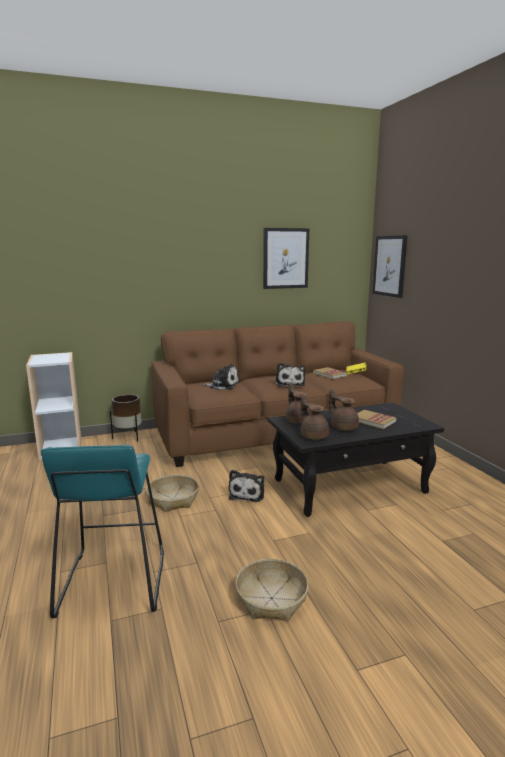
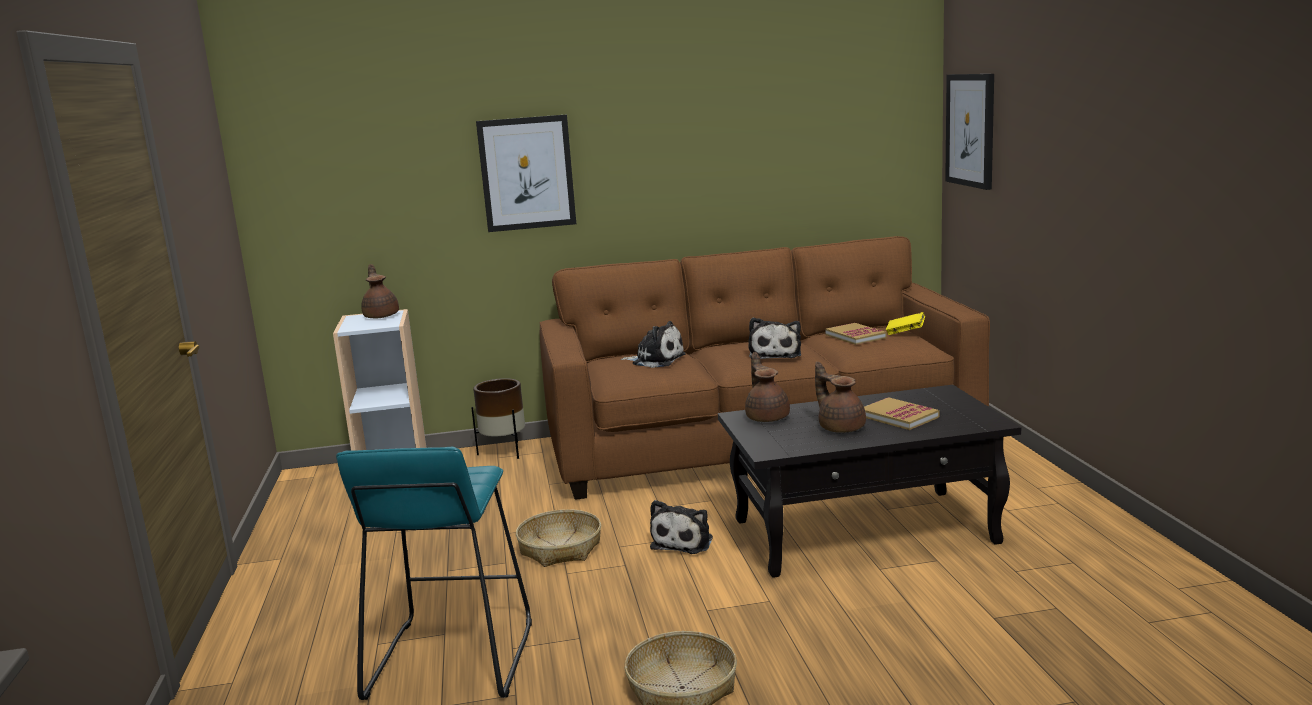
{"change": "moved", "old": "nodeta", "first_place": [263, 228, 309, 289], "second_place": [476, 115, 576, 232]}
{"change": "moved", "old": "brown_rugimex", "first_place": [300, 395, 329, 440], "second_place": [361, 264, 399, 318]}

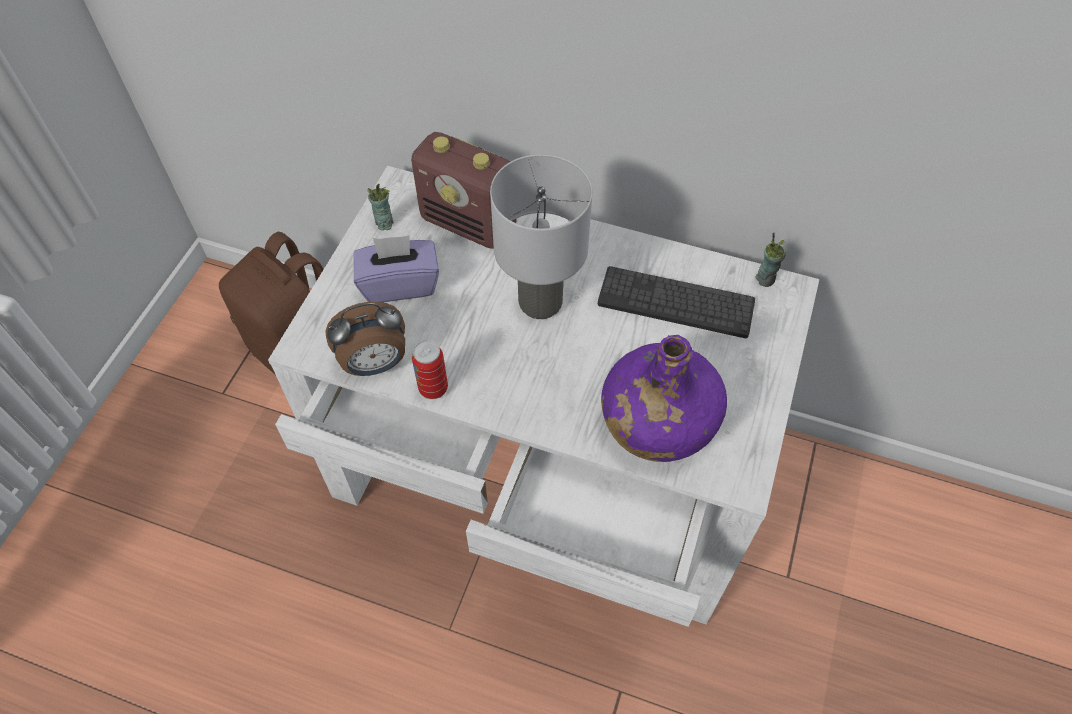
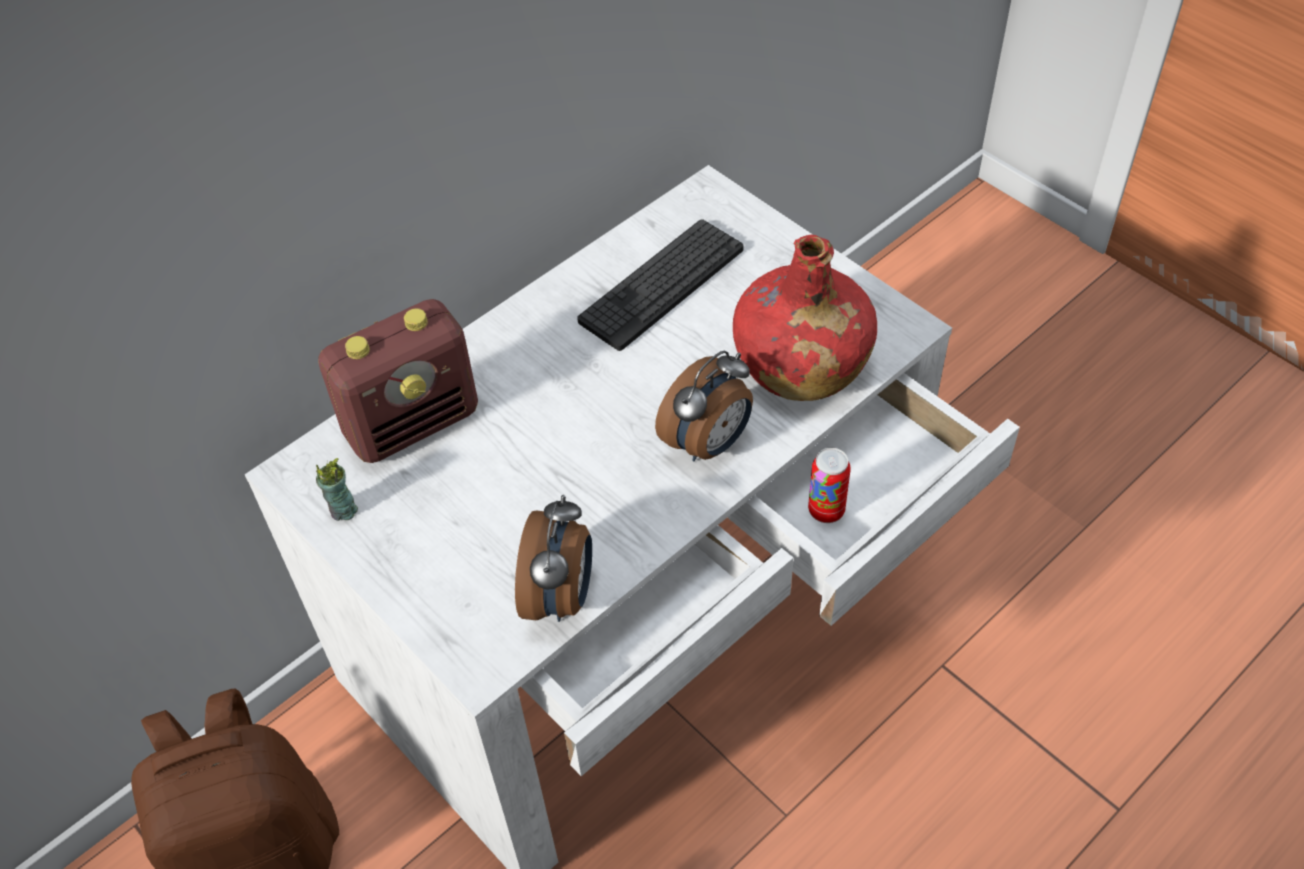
{"change": "removed", "old": "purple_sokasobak", "first_place": [354, 235, 439, 302]}
{"change": "moved", "old": "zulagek", "first_place": [412, 340, 448, 399], "second_place": [808, 448, 851, 523]}
{"change": "removed", "old": "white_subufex", "first_place": [490, 154, 592, 319]}
{"change": "recoloured", "old": "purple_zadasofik", "new": "red_zadasofik", "first_place": [601, 335, 727, 462], "second_place": [733, 235, 877, 401]}
{"change": "removed", "old": "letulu", "first_place": [755, 233, 786, 287]}
{"change": "added", "new": "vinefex", "second_place": [655, 350, 753, 462]}

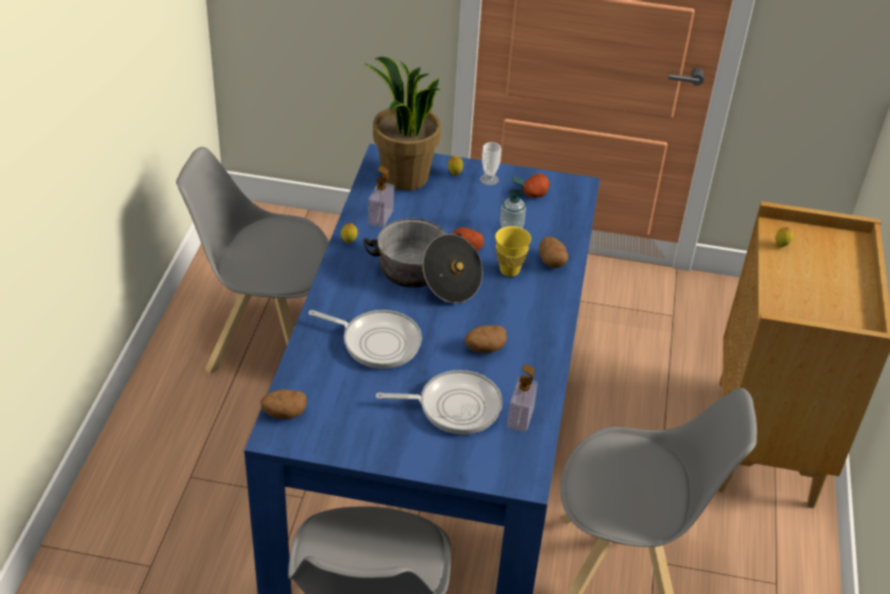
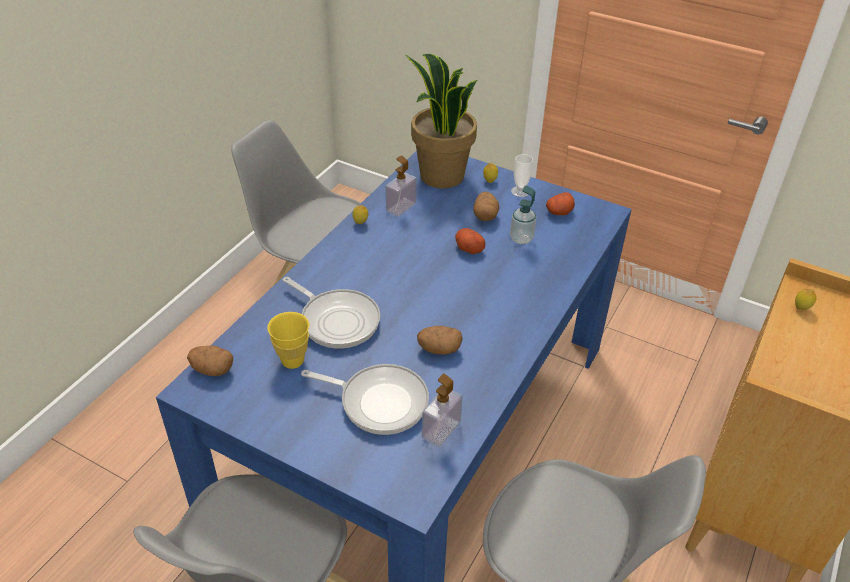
{"change": "removed", "old": "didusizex", "first_place": [363, 218, 483, 303]}
{"change": "moved", "old": "yellow_letulu", "first_place": [495, 226, 531, 277], "second_place": [267, 312, 309, 369]}
{"change": "moved", "old": "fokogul", "first_place": [539, 236, 568, 268], "second_place": [473, 192, 499, 221]}

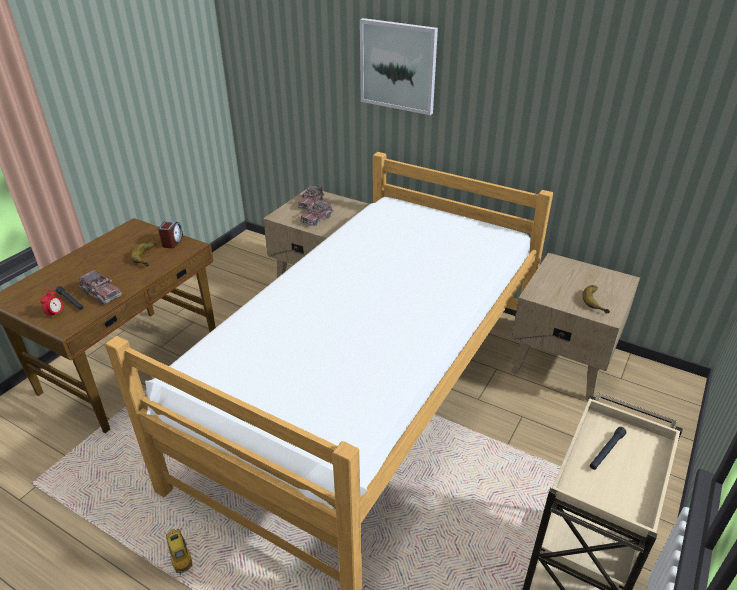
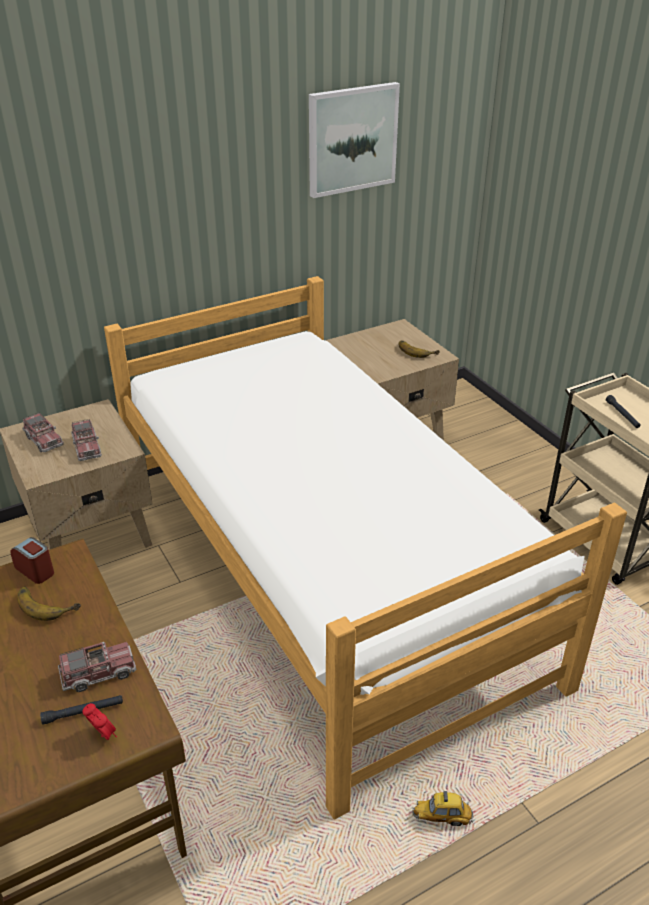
{"change": "moved", "old": "nodeta", "first_place": [360, 18, 438, 115], "second_place": [309, 82, 400, 198]}

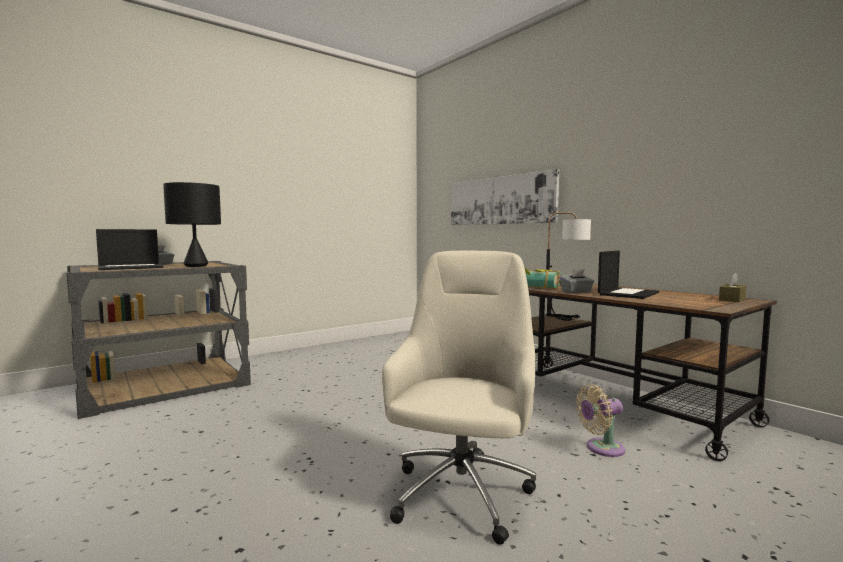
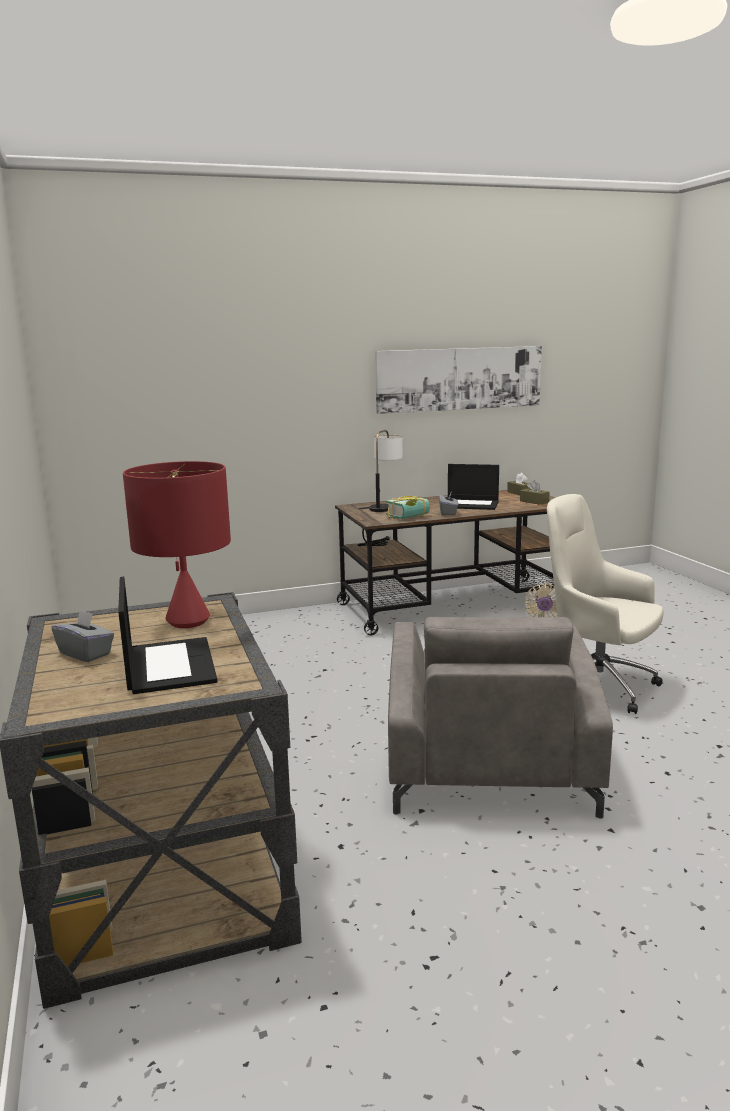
{"change": "recoloured", "old": "black_subufex", "new": "red_subufex", "first_place": [163, 182, 221, 267], "second_place": [123, 461, 231, 628]}
{"change": "moved", "old": "nodeta", "first_place": [451, 169, 559, 225], "second_place": [375, 346, 542, 414]}
{"change": "turned", "old": "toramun", "first_place": [598, 250, 659, 299], "second_place": [448, 464, 499, 510], "degrees": 135}
{"change": "added", "new": "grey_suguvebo", "second_place": [388, 617, 613, 819]}
{"change": "added", "new": "brown_sokasobak", "second_place": [520, 480, 550, 505]}

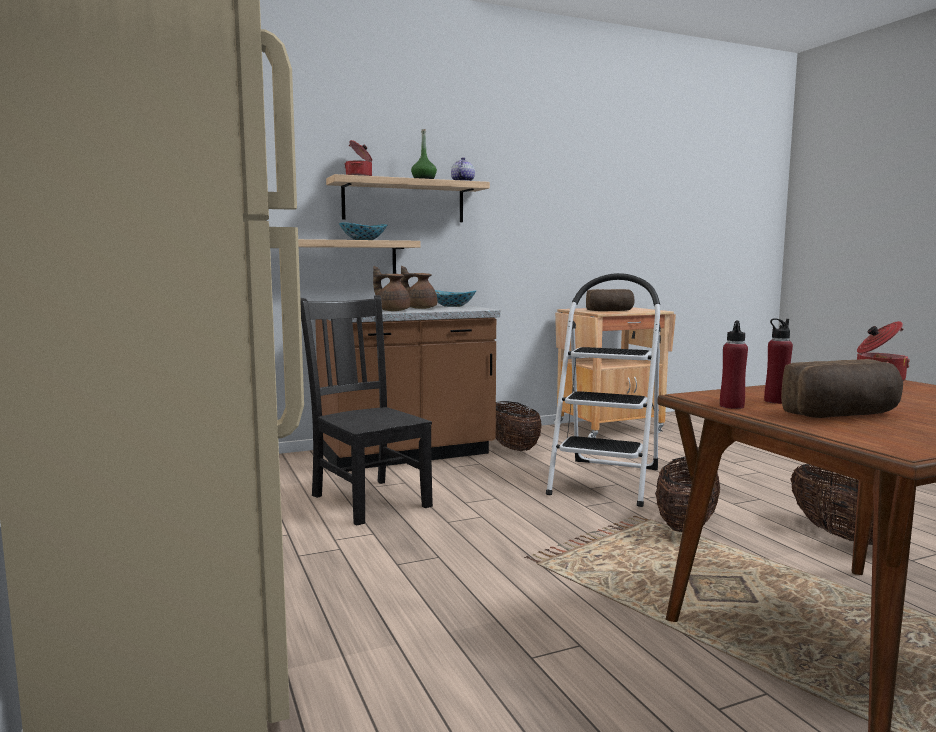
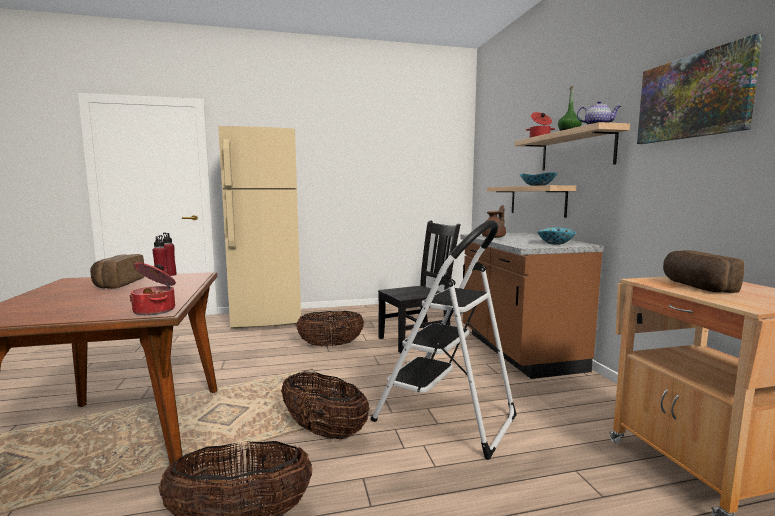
{"change": "removed", "old": "brown_rugimex", "first_place": [401, 266, 438, 309]}
{"change": "moved", "old": "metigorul", "first_place": [496, 401, 542, 451], "second_place": [296, 311, 364, 346]}
{"change": "added", "new": "nodeta", "second_place": [637, 34, 763, 144]}

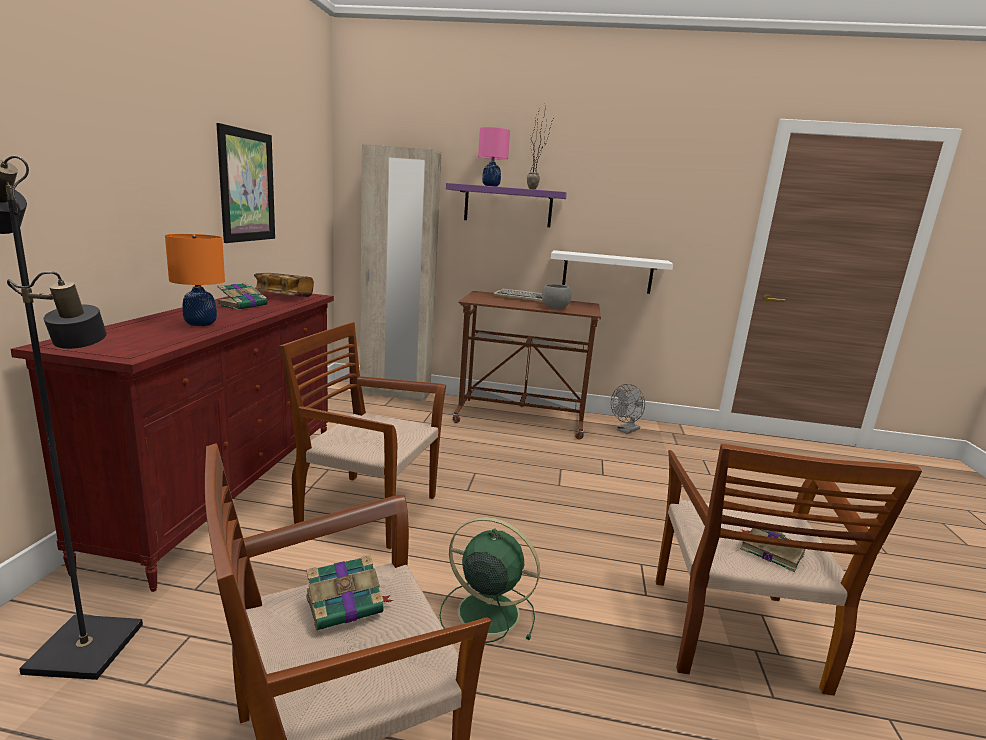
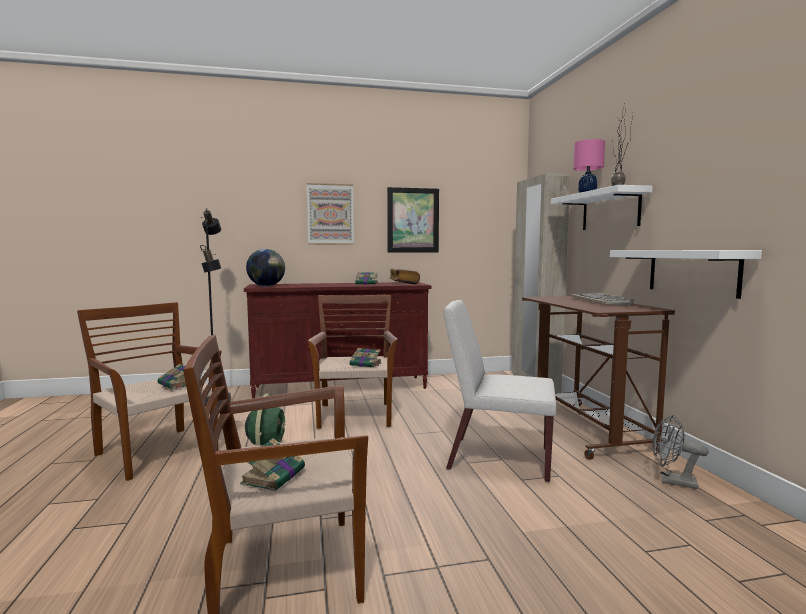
{"change": "removed", "old": "orange_subufex", "first_place": [165, 234, 225, 326]}
{"change": "recoloured", "old": "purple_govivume", "new": "white_govivume", "first_place": [446, 183, 567, 227], "second_place": [551, 185, 653, 230]}
{"change": "removed", "old": "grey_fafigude", "first_place": [542, 284, 572, 309]}
{"change": "added", "new": "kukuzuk", "second_place": [246, 249, 285, 286]}
{"change": "added", "new": "nodeta", "second_place": [307, 183, 354, 245]}
{"change": "added", "new": "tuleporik", "second_place": [350, 348, 382, 368]}
{"change": "added", "new": "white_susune", "second_place": [444, 300, 556, 482]}

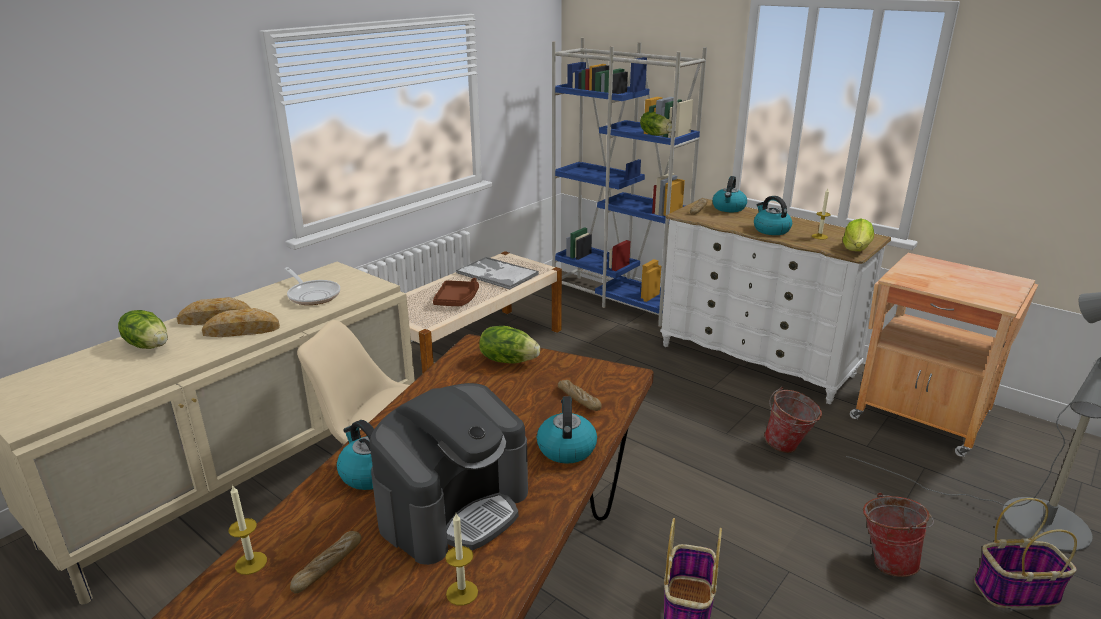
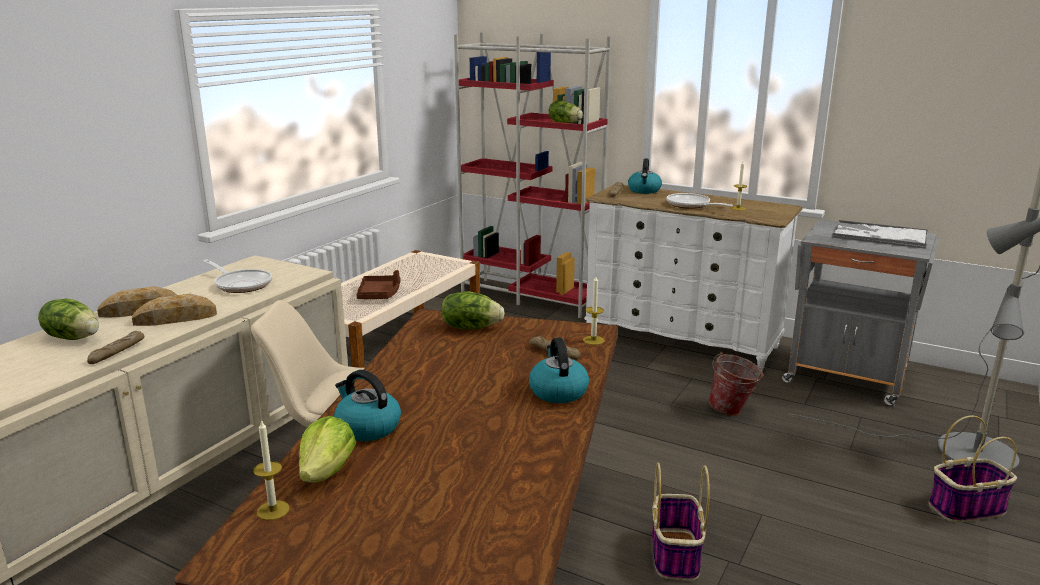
{"change": "moved", "old": "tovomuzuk", "first_place": [290, 531, 361, 594], "second_place": [87, 331, 144, 364]}
{"change": "removed", "old": "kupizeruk", "first_place": [370, 383, 528, 565]}
{"change": "moved", "old": "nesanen", "first_place": [445, 513, 478, 606], "second_place": [583, 276, 604, 345]}
{"change": "moved", "old": "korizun", "first_place": [456, 257, 539, 290], "second_place": [832, 220, 927, 249]}
{"change": "recoloured", "old": "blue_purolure", "new": "red_purolure", "first_place": [552, 38, 707, 327], "second_place": [454, 33, 611, 318]}
{"change": "replaced", "old": "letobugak", "new": "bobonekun", "first_place": [754, 196, 792, 235], "second_place": [666, 193, 733, 209]}
{"change": "moved", "old": "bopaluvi", "first_place": [843, 218, 874, 251], "second_place": [299, 416, 356, 483]}
{"change": "recoloured", "old": "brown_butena", "new": "grey_butena", "first_place": [850, 253, 1038, 457], "second_place": [782, 219, 939, 405]}
{"change": "removed", "old": "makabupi", "first_place": [863, 493, 934, 577]}

